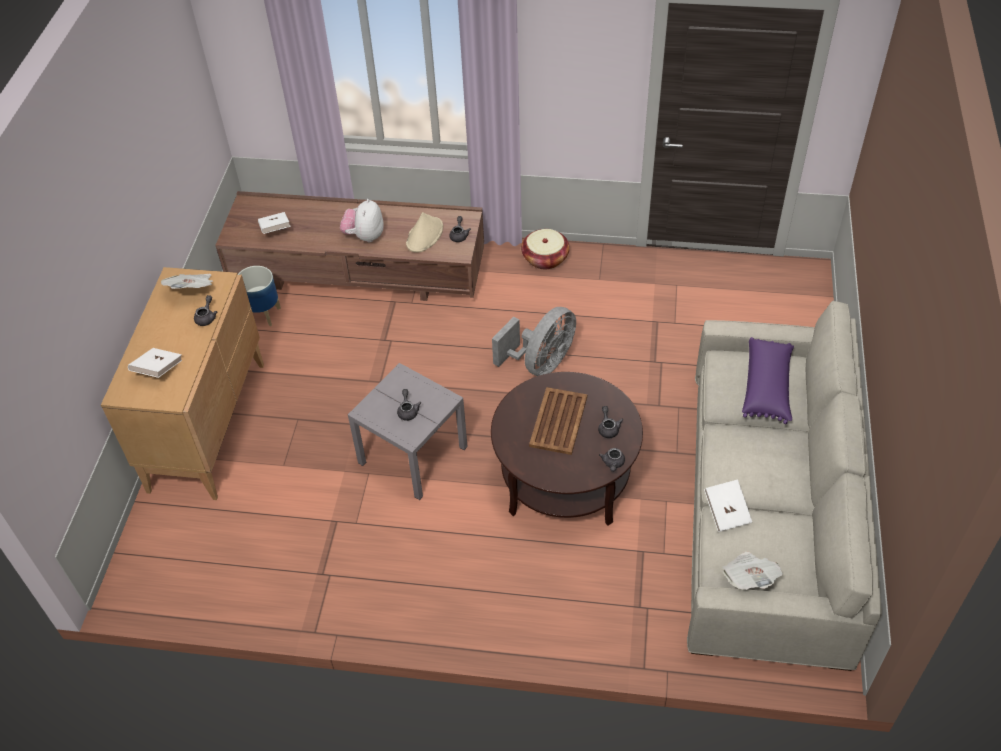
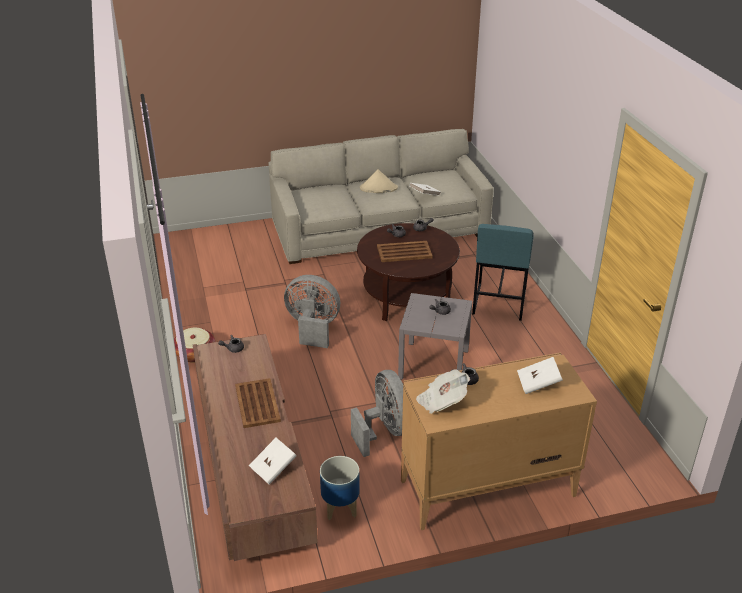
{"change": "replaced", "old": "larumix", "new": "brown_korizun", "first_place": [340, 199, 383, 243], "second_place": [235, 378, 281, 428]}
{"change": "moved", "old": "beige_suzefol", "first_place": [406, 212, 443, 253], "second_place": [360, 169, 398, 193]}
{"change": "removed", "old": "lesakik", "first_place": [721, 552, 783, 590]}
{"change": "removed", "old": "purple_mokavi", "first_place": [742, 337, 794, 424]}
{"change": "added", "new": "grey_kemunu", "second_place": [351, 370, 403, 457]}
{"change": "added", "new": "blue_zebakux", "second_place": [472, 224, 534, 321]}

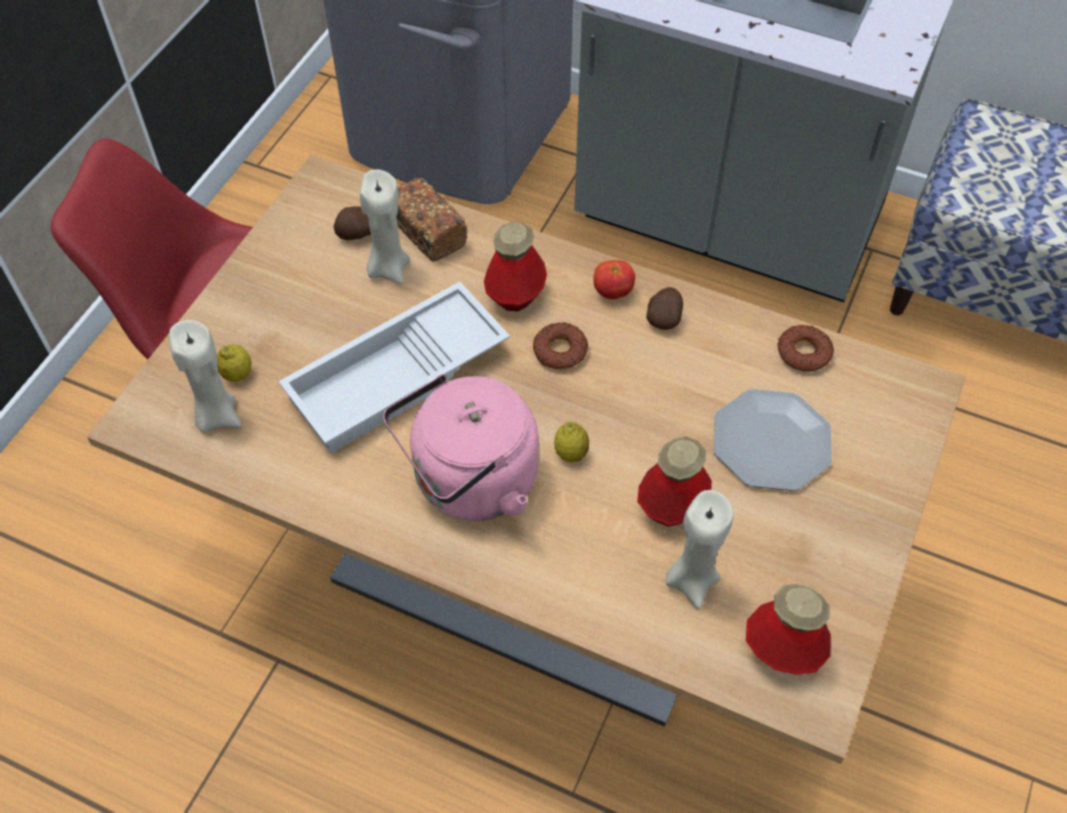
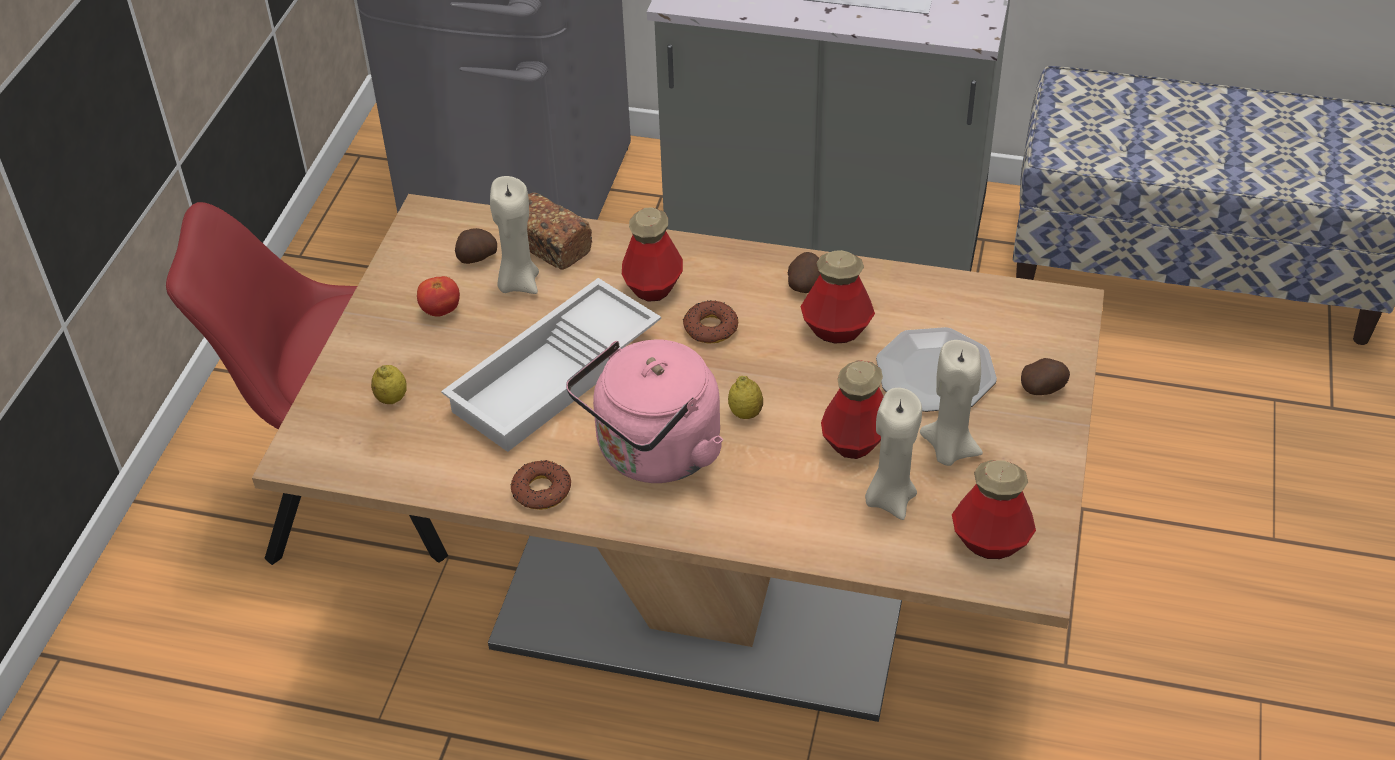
{"change": "moved", "old": "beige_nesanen", "first_place": [169, 320, 241, 433], "second_place": [920, 340, 983, 466]}
{"change": "moved", "old": "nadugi", "first_place": [593, 260, 635, 299], "second_place": [417, 276, 460, 317]}
{"change": "moved", "old": "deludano", "first_place": [778, 325, 834, 372], "second_place": [510, 460, 571, 510]}
{"change": "added", "new": "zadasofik", "second_place": [800, 250, 875, 344]}
{"change": "added", "new": "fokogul", "second_place": [1021, 358, 1070, 395]}

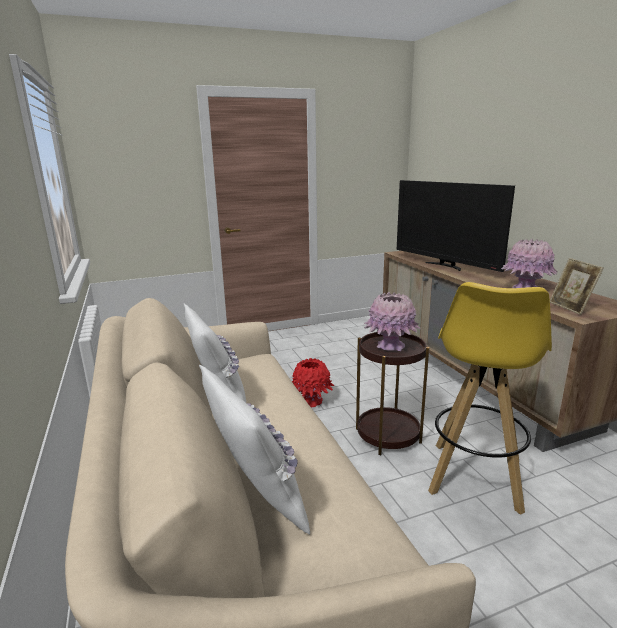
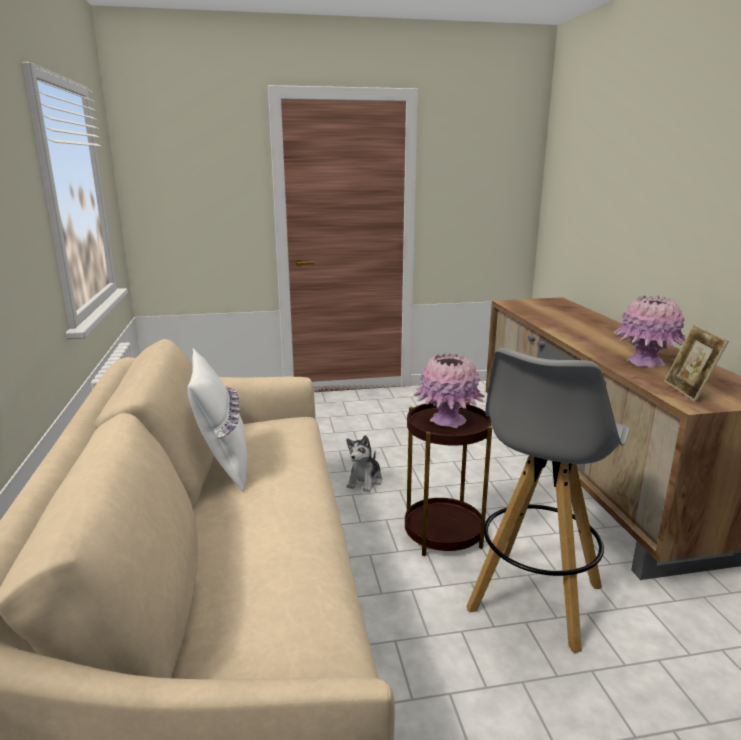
{"change": "removed", "old": "white_mokavi", "first_place": [199, 365, 310, 535]}
{"change": "replaced", "old": "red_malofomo", "new": "larumix", "first_place": [292, 358, 335, 407], "second_place": [346, 435, 382, 492]}
{"change": "removed", "old": "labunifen", "first_place": [397, 180, 515, 272]}
{"change": "recoloured", "old": "yellow_zebakux", "new": "grey_zebakux", "first_place": [428, 282, 552, 515], "second_place": [466, 348, 630, 653]}

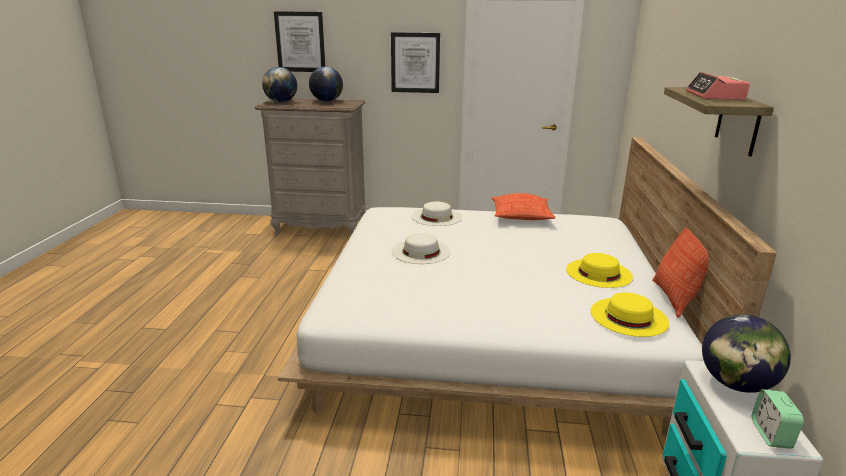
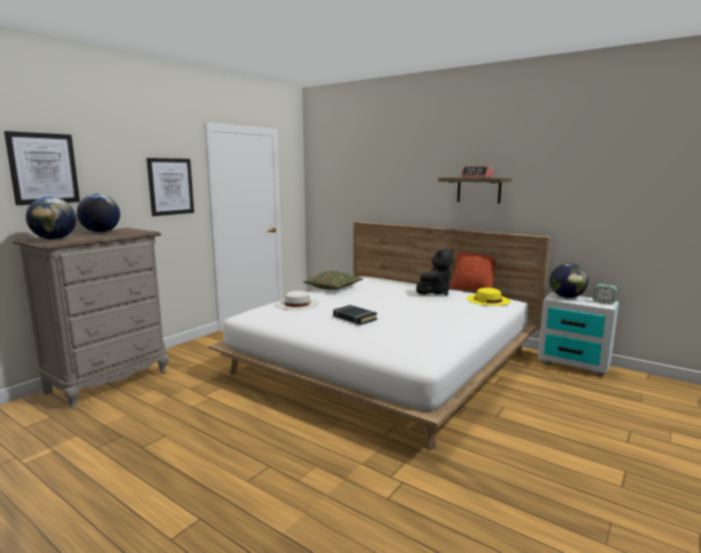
{"change": "replaced", "old": "white_suzefol", "new": "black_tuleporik", "first_place": [392, 233, 451, 264], "second_place": [333, 305, 377, 325]}
{"change": "recoloured", "old": "orange_mokavi", "new": "green_mokavi", "first_place": [491, 193, 556, 220], "second_place": [303, 271, 363, 290]}
{"change": "replaced", "old": "yellow_suzefol", "new": "black_larumix", "first_place": [566, 253, 633, 288], "second_place": [416, 249, 453, 296]}

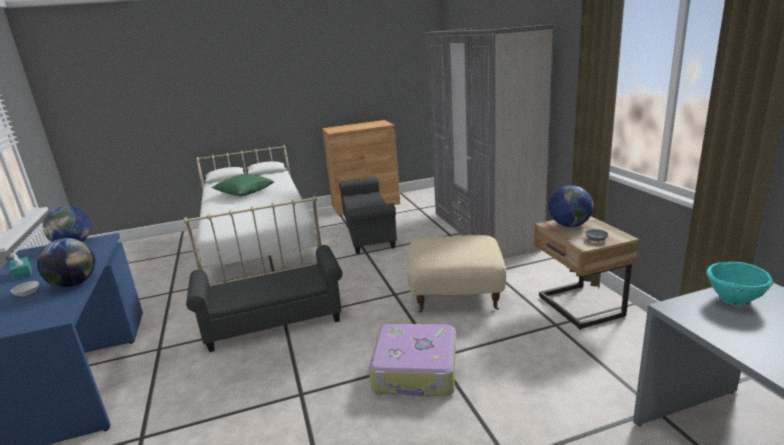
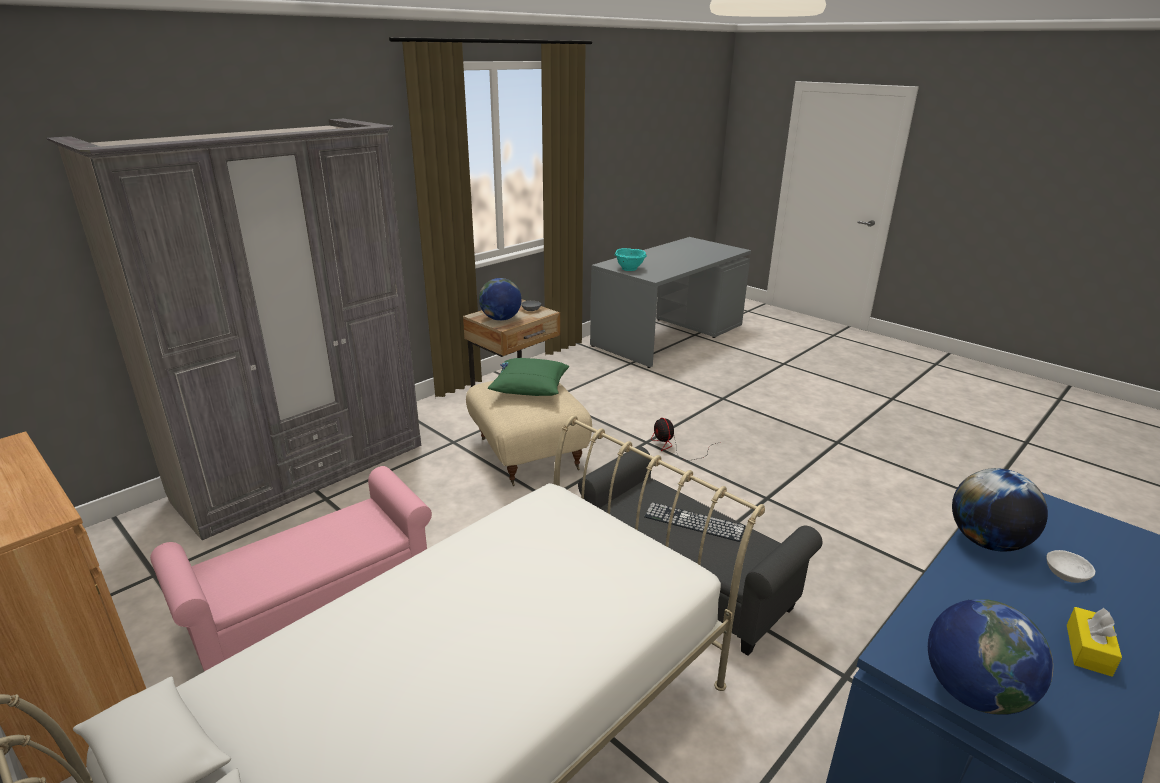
{"change": "recoloured", "old": "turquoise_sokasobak", "new": "yellow_sokasobak", "first_place": [10, 253, 32, 281], "second_place": [1067, 607, 1122, 677]}
{"change": "moved", "old": "green_mokavi", "first_place": [212, 174, 274, 196], "second_place": [488, 358, 569, 396]}
{"change": "recoloured", "old": "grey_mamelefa", "new": "pink_mamelefa", "first_place": [339, 177, 397, 254], "second_place": [150, 466, 432, 671]}
{"change": "replaced", "old": "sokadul", "new": "kemunu", "first_place": [369, 324, 456, 397], "second_place": [651, 418, 716, 460]}
{"change": "added", "new": "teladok", "second_place": [644, 502, 745, 542]}

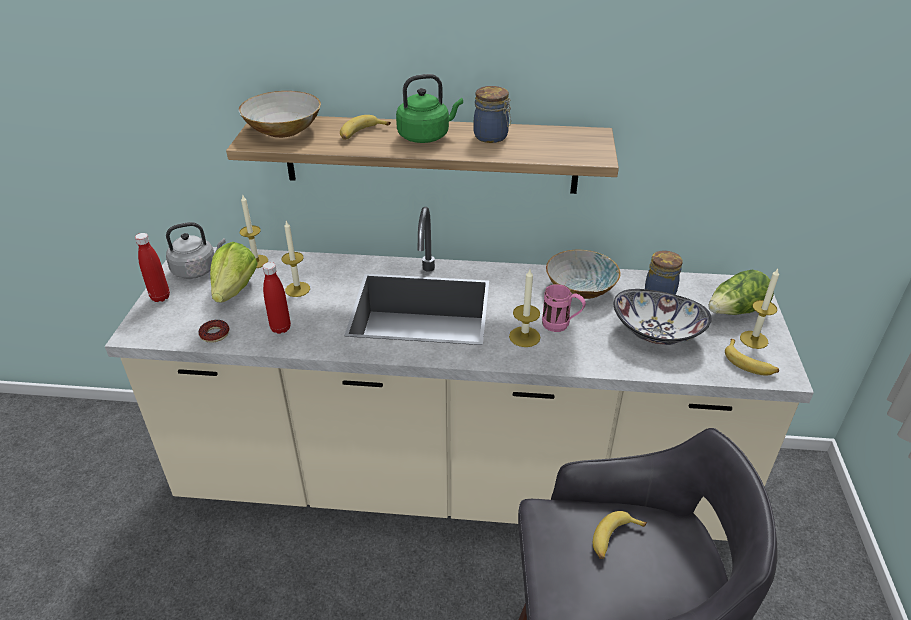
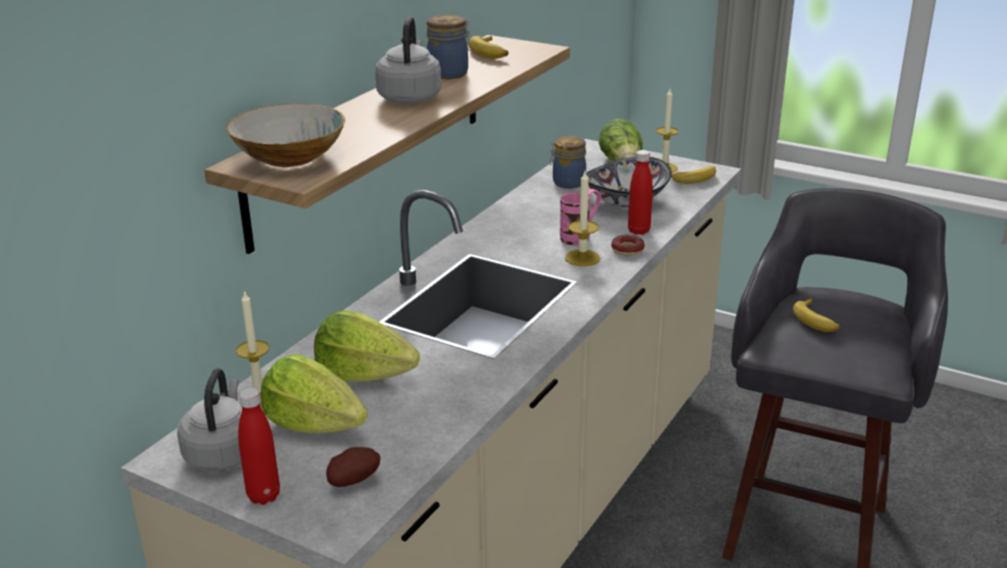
{"change": "moved", "old": "deludano", "first_place": [199, 320, 230, 343], "second_place": [611, 235, 645, 256]}
{"change": "moved", "old": "red_zadasofik", "first_place": [262, 262, 291, 334], "second_place": [628, 150, 653, 235]}
{"change": "replaced", "old": "nesanen", "new": "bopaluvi", "first_place": [282, 221, 310, 297], "second_place": [314, 310, 420, 382]}
{"change": "moved", "old": "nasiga", "first_place": [340, 115, 391, 140], "second_place": [469, 36, 508, 59]}
{"change": "recoloured", "old": "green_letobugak", "new": "grey_letobugak", "first_place": [396, 74, 463, 143], "second_place": [375, 16, 441, 104]}
{"change": "removed", "old": "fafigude", "first_place": [546, 250, 621, 299]}
{"change": "added", "new": "fokogul", "second_place": [326, 447, 380, 487]}

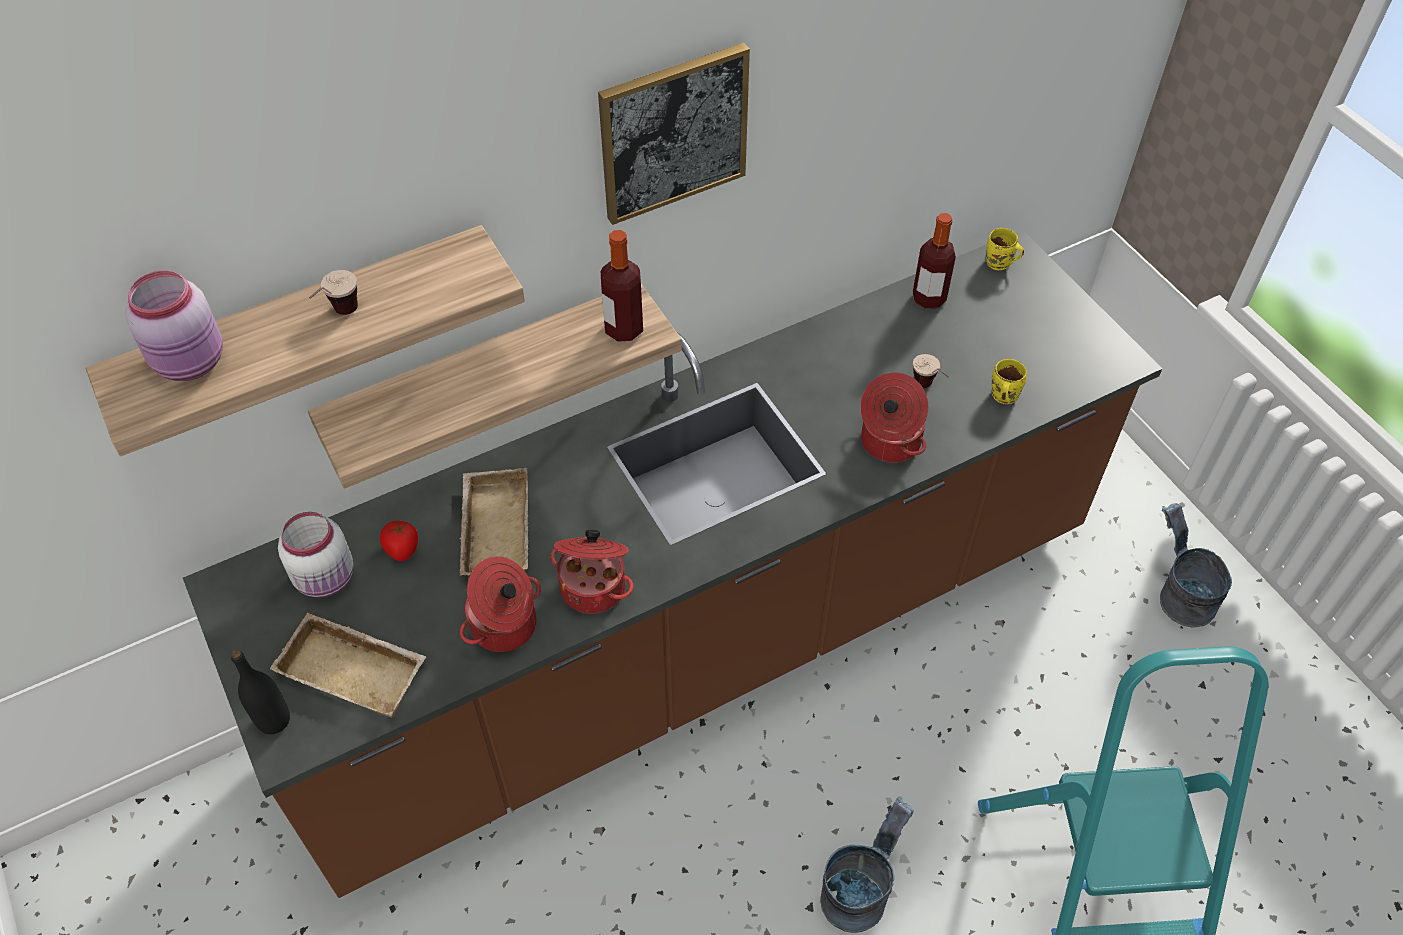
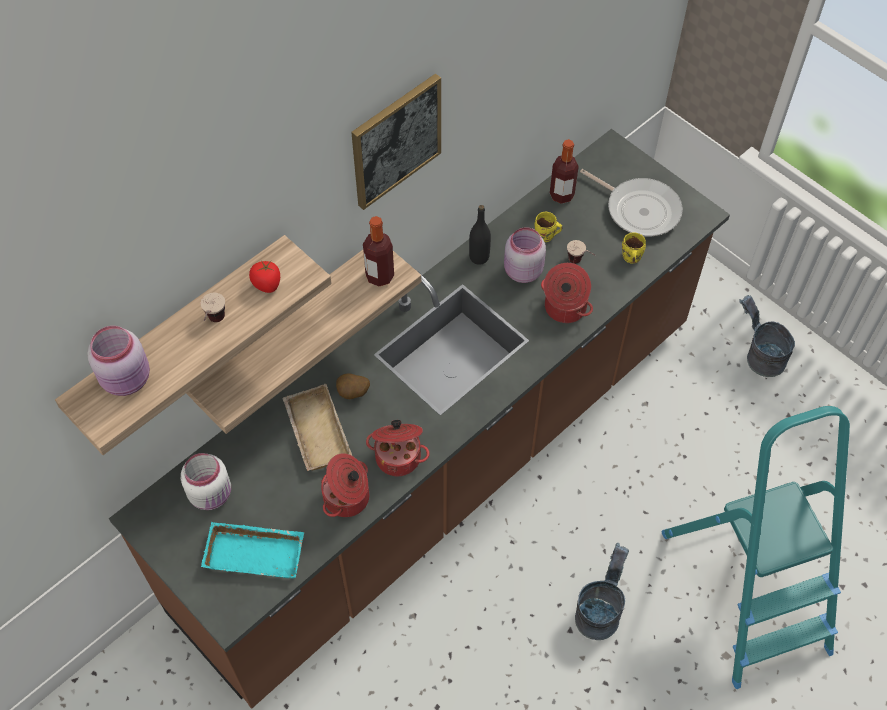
{"change": "moved", "old": "black_zadasofik", "first_place": [231, 650, 290, 734], "second_place": [469, 205, 491, 265]}
{"change": "recoloured", "old": "beige_korizun", "new": "turquoise_korizun", "first_place": [270, 613, 426, 717], "second_place": [201, 522, 304, 579]}
{"change": "moved", "old": "nadugi", "first_place": [380, 520, 418, 561], "second_place": [249, 261, 280, 293]}
{"change": "moved", "old": "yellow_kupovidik", "first_place": [986, 228, 1024, 270], "second_place": [535, 212, 563, 242]}
{"change": "added", "new": "fokogul", "second_place": [336, 374, 370, 399]}
{"change": "added", "new": "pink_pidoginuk", "second_place": [504, 227, 546, 283]}
{"change": "added", "new": "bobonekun", "second_place": [580, 169, 683, 236]}

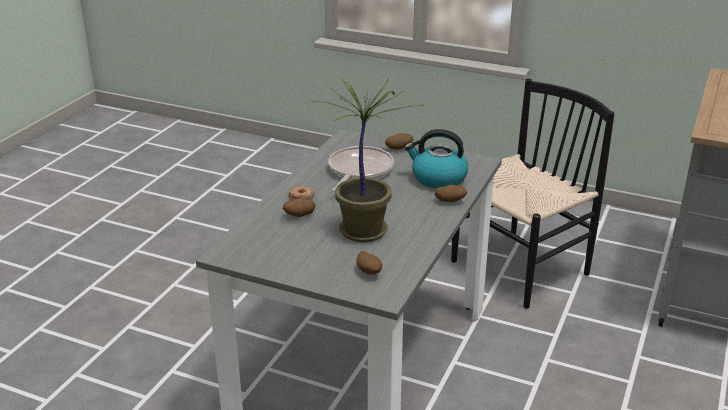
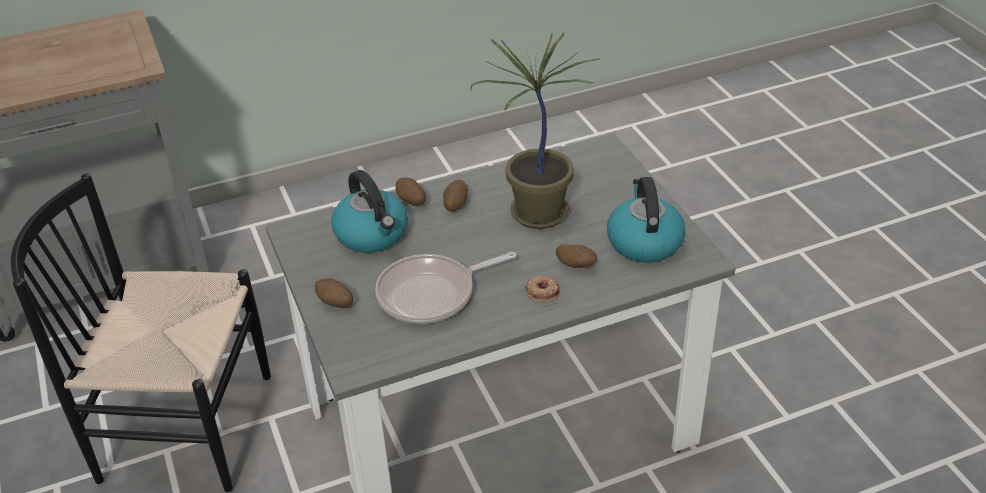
{"change": "moved", "old": "fokogul", "first_place": [356, 251, 382, 275], "second_place": [443, 180, 468, 211]}
{"change": "added", "new": "letobugak", "second_place": [607, 177, 685, 262]}

